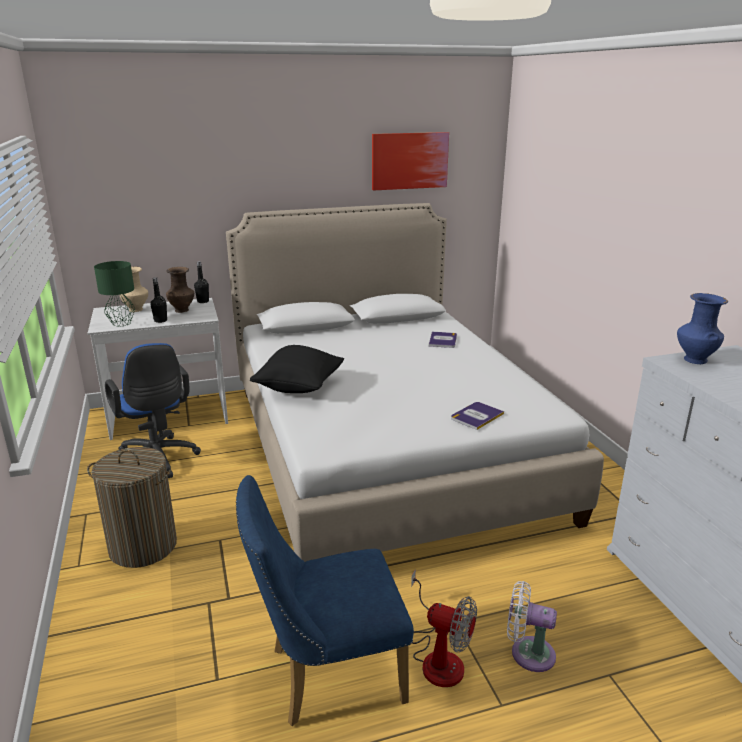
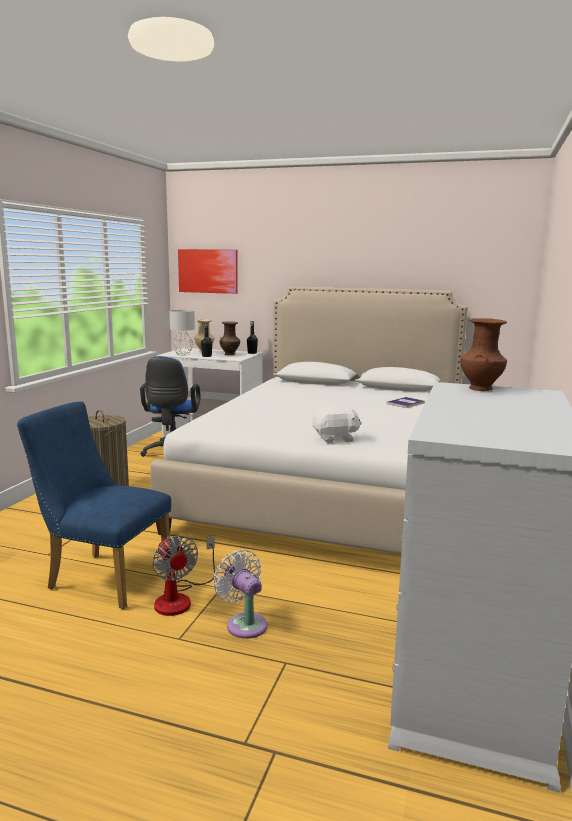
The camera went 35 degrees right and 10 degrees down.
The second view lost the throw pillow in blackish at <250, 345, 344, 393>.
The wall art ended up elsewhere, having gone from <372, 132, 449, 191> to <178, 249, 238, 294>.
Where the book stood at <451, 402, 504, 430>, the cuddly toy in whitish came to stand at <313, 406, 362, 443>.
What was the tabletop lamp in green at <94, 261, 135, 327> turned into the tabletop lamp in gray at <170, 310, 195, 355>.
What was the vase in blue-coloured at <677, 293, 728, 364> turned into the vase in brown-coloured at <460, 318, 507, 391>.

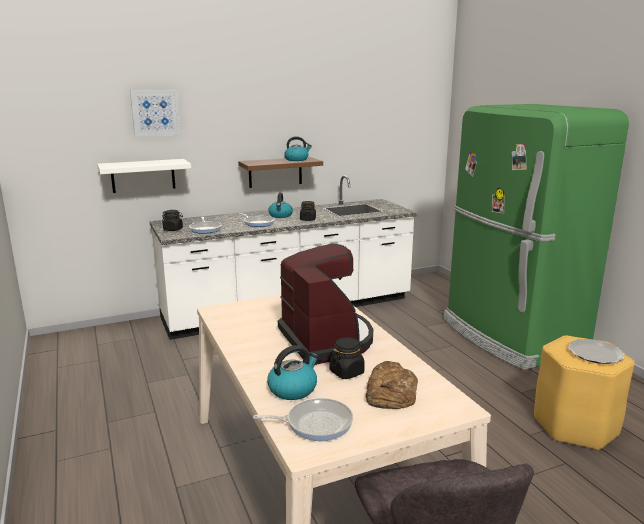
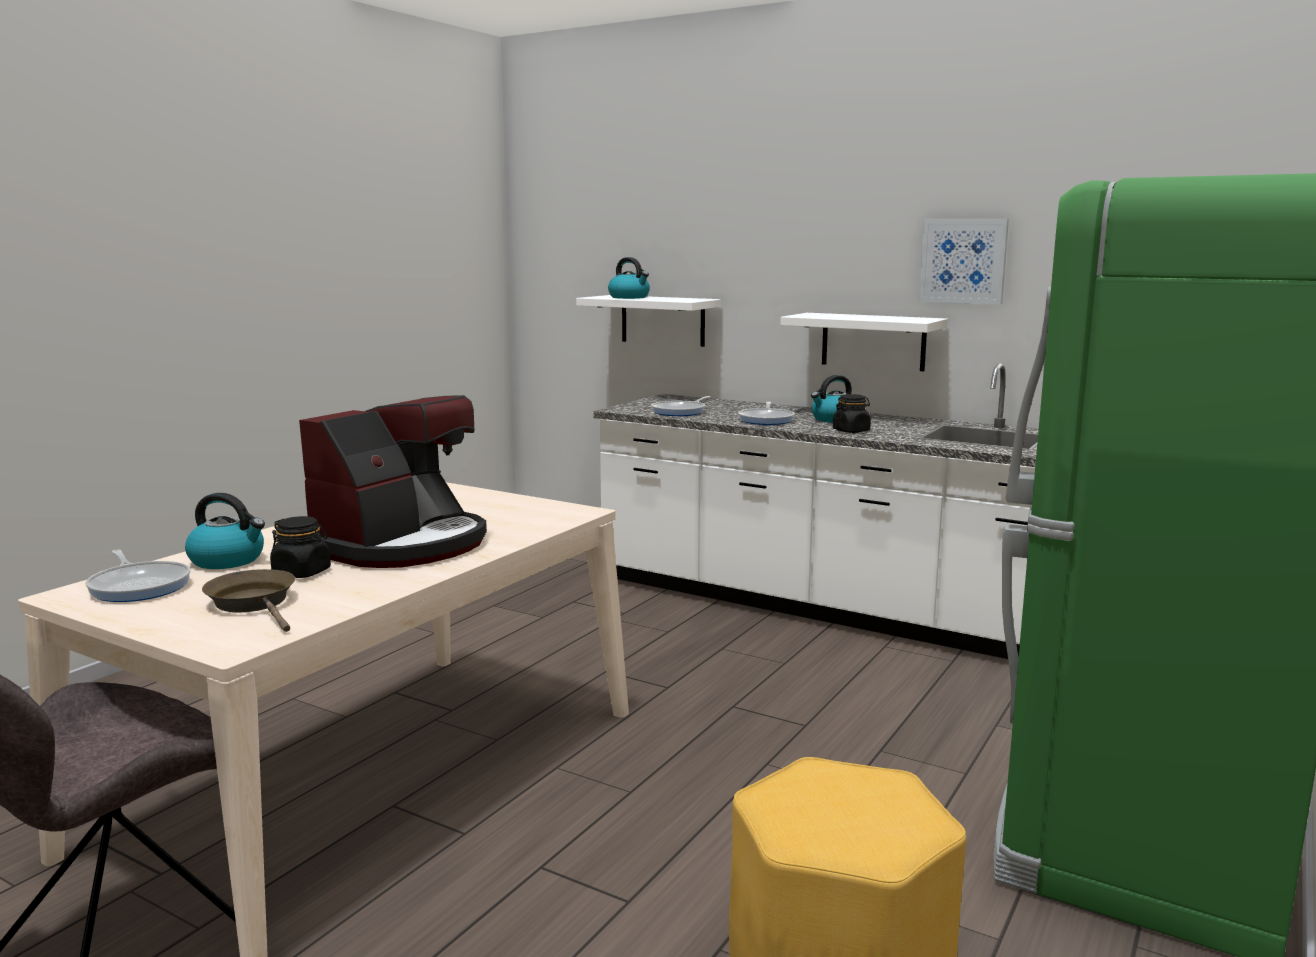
The camera went 55 degrees right and 5 degrees down.
The second view lost the storage jar in blackish at <162, 210, 183, 231>.
The second view lost the flat dish at <568, 339, 625, 364>.
The wall art ended up elsewhere, having gone from <130, 89, 180, 137> to <919, 219, 1009, 304>.
The water kettle ended up elsewhere, having gone from <284, 136, 312, 161> to <608, 257, 650, 299>.
Where the bread stood at <366, 361, 418, 409>, the skillet in brown-coloured came to stand at <202, 569, 295, 632>.
What was the wall shelf in brown-coloured at <238, 157, 323, 188> turned into the wall shelf in whitish at <780, 313, 948, 371>.

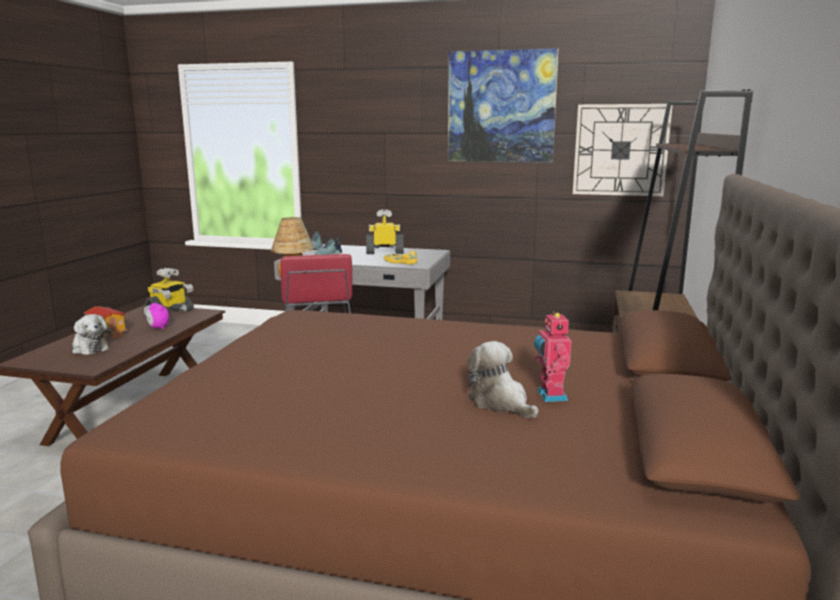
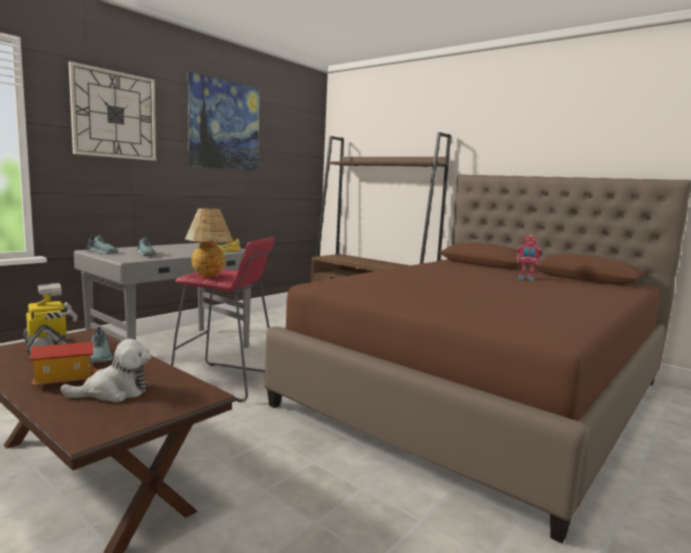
The camera went 65 degrees left and 5 degrees down.
The second view lost the toy robot at <366, 209, 404, 254>.
The second view lost the cuddly toy at <467, 341, 538, 418>.
The hanging clock ended up elsewhere, having gone from <573, 104, 673, 196> to <69, 61, 156, 161>.
Where the table clock stood at <146, 303, 169, 329>, the shoe came to stand at <91, 327, 113, 363>.

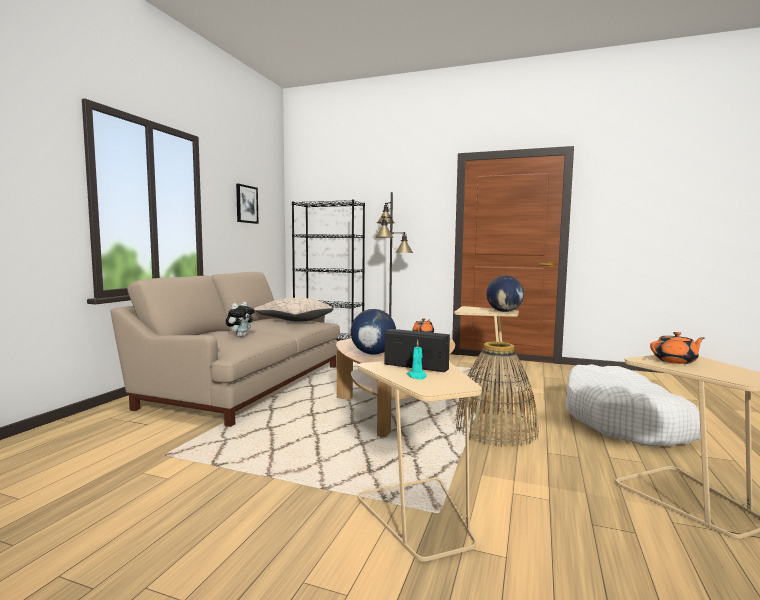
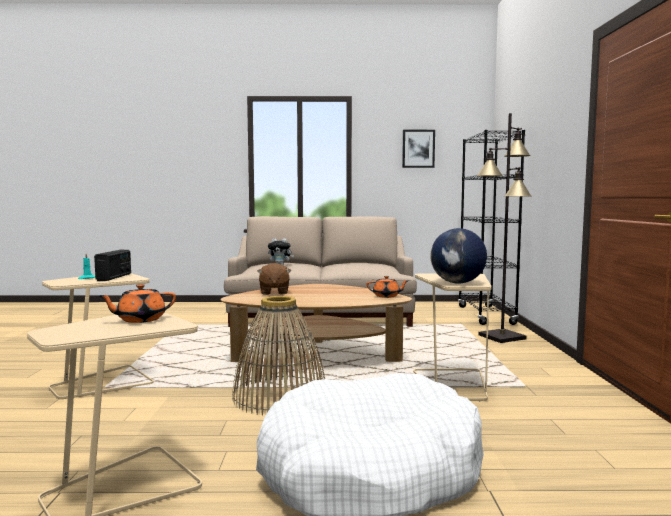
The camera went 70 degrees right and 0 degrees up.
The second view lost the throw pillow in beige-coloured at <254, 298, 334, 322>.
Where the globe stood at <351, 309, 396, 355>, the cuddly toy in brown-coloured came to stand at <257, 263, 291, 295>.
The pot for tea in orangey at <650, 332, 704, 364> ended up facing another way, 90 degrees clockwise from before.

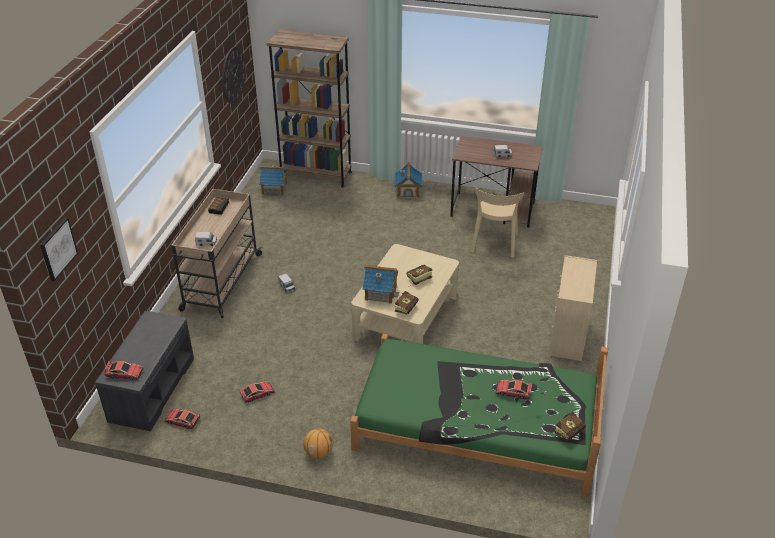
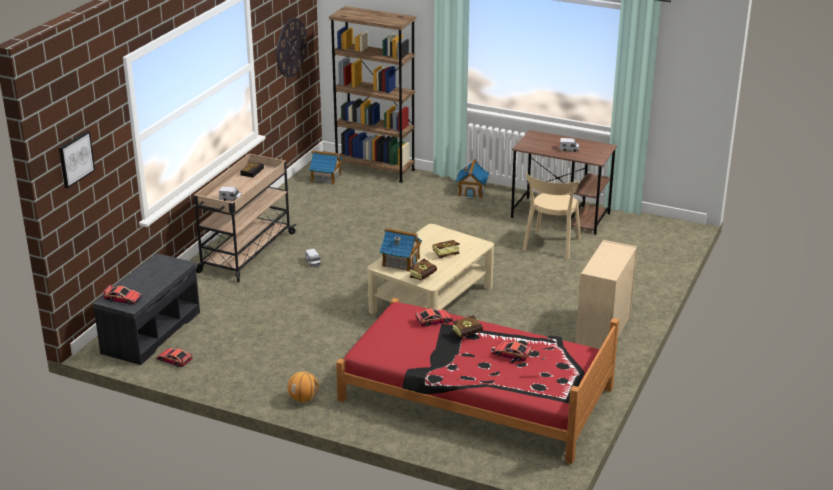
The camera went 10 degrees right and 10 degrees down.
The toy car ended up elsewhere, having gone from <239, 381, 275, 403> to <416, 308, 453, 327>.
The book ended up elsewhere, having gone from <555, 412, 586, 441> to <452, 315, 483, 338>.
What was the bedroom bed in green at <350, 334, 608, 497> turned into the bedroom bed in red at <336, 298, 619, 464>.

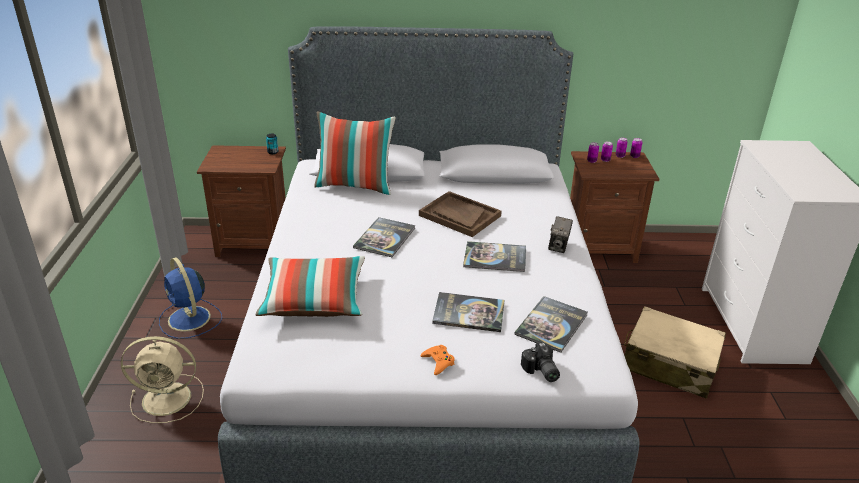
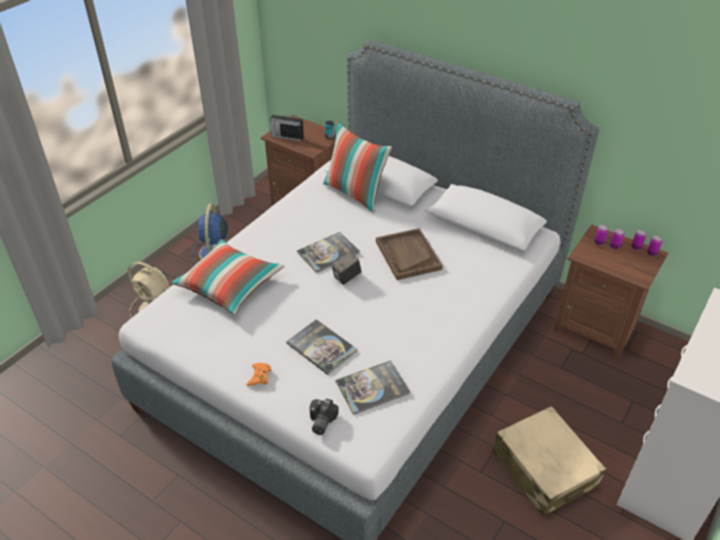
The camera went 35 degrees right and 10 degrees up.
The second view lost the book at <463, 241, 526, 272>.
The second view gained the radio receiver at <270, 115, 304, 141>.
The still camera ended up elsewhere, having gone from <548, 216, 573, 253> to <332, 251, 362, 285>.

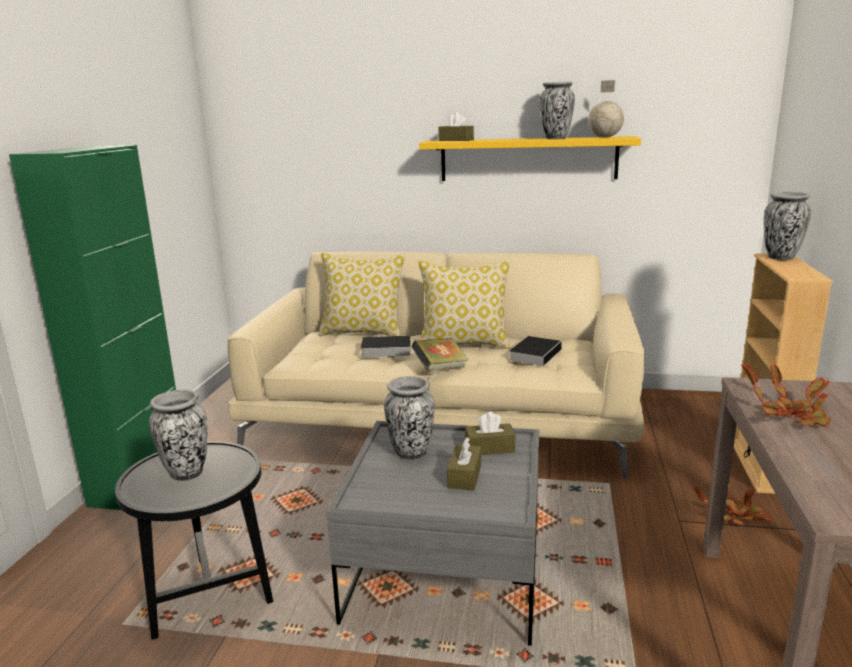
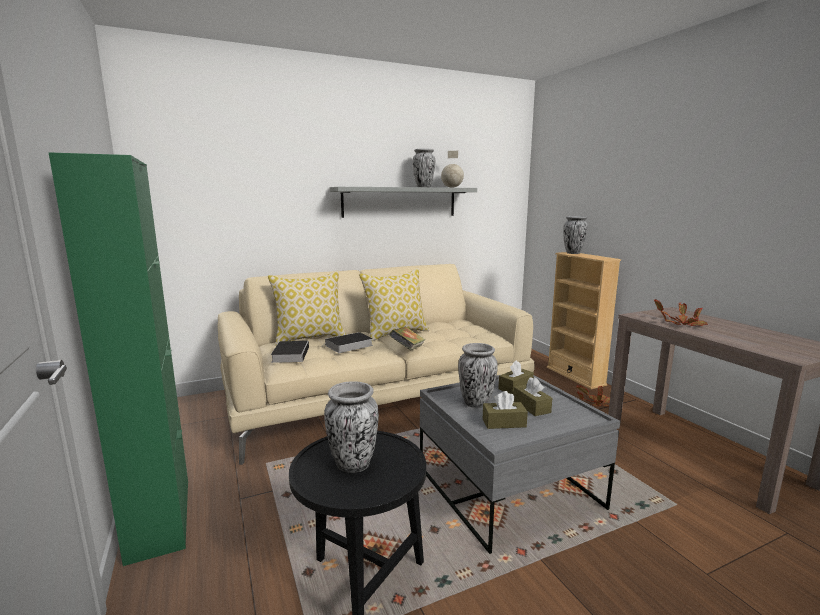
The camera went 35 degrees left and 5 degrees down.
The tissue box in brown-coloured ended up elsewhere, having gone from <438, 112, 474, 141> to <483, 391, 528, 429>.
The book ended up elsewhere, having gone from <509, 336, 562, 366> to <271, 341, 309, 363>.
What was the wall shelf in yellow-coloured at <419, 136, 641, 181> turned into the wall shelf in gray at <329, 187, 477, 218>.

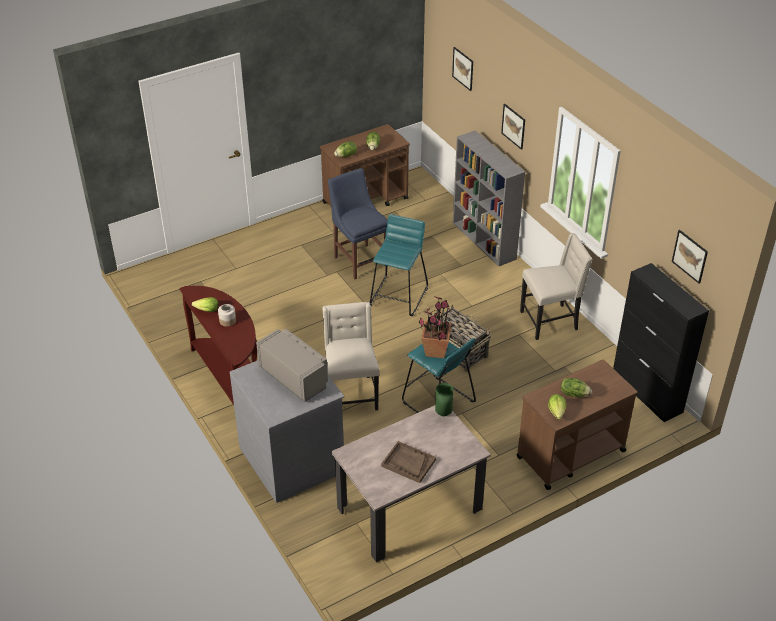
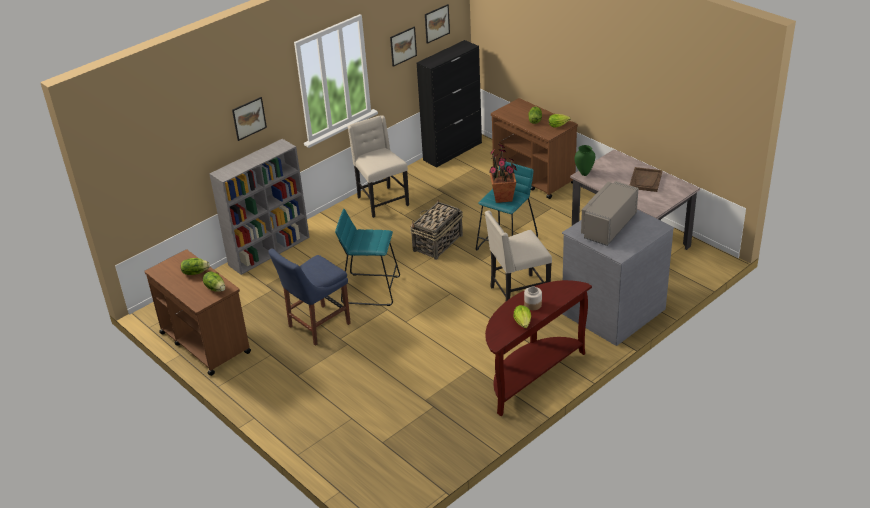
The camera went 100 degrees left and 5 degrees down.
The wall art ended up elsewhere, having gone from <452, 47, 473, 91> to <390, 27, 417, 67>.

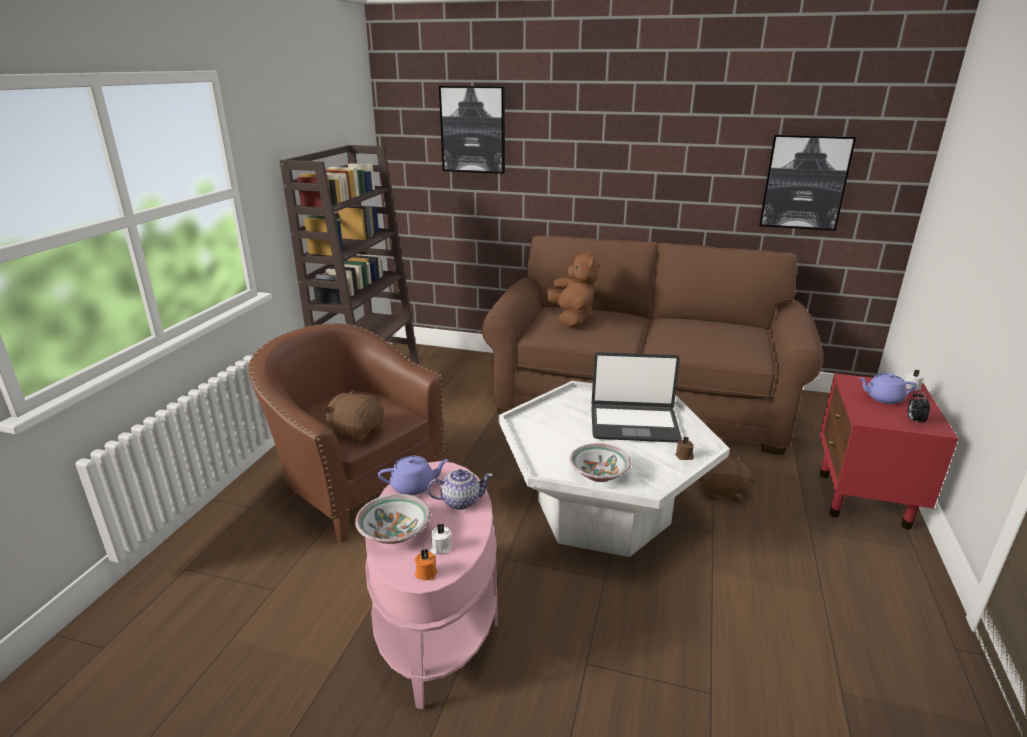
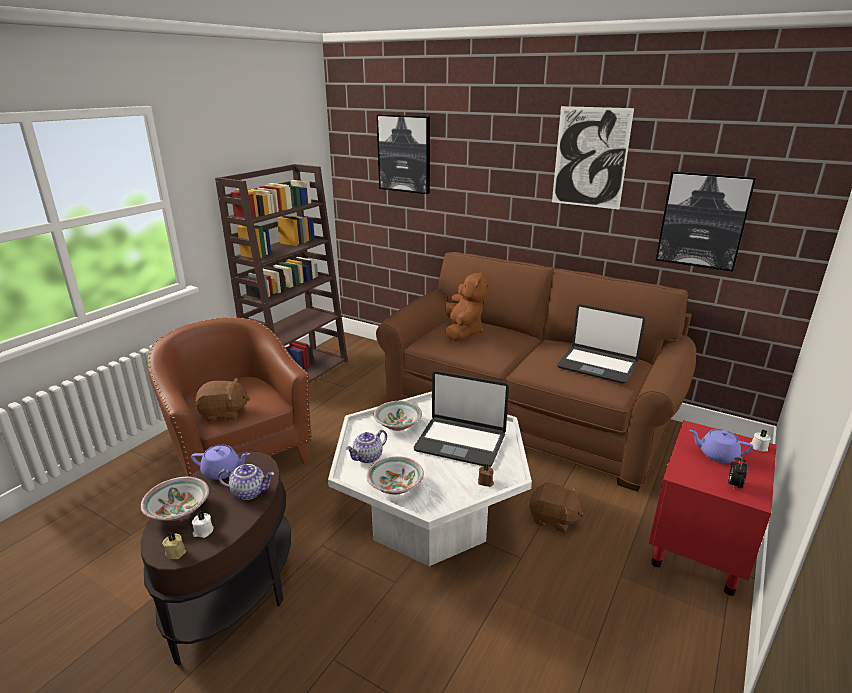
The camera went 15 degrees right and 0 degrees up.
The second view gained the pot for tea at <346, 430, 387, 463>.
The second view gained the serving bowl at <374, 401, 422, 431>.
The second view gained the wall art at <552, 106, 634, 209>.
The second view gained the portable computer at <557, 304, 645, 384>.
What was the side table in pink-coloured at <365, 461, 498, 709> turned into the side table in brown-coloured at <141, 452, 291, 666>.
What was the candle in orangey at <414, 549, 438, 580> turned into the candle in beige-coloured at <162, 532, 186, 559>.
The cuddly toy in brown-coloured at <324, 389, 384, 443> ended up facing another way, 135 degrees clockwise from before.

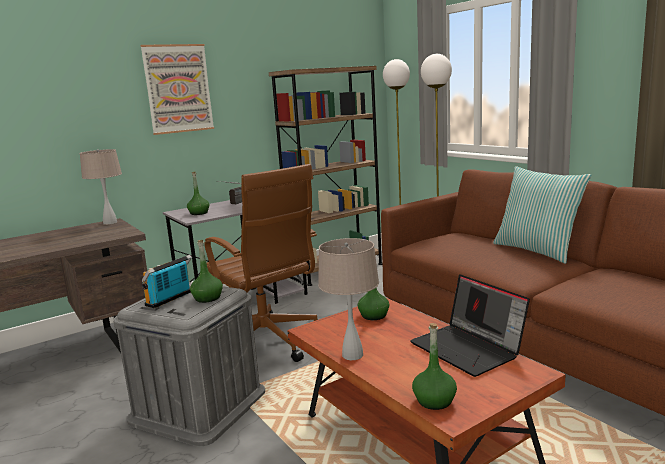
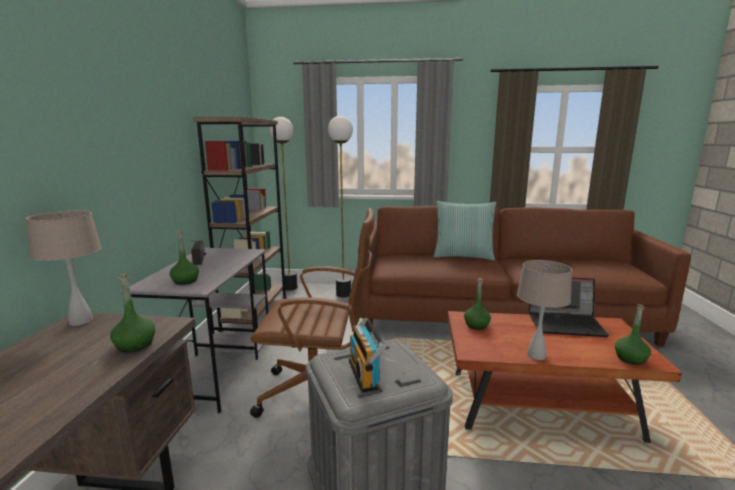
The camera went 50 degrees left and 0 degrees up.
The second view lost the wall art at <140, 44, 214, 135>.
The drink bottle in green ended up elsewhere, having gone from <190, 240, 223, 303> to <110, 274, 155, 352>.

